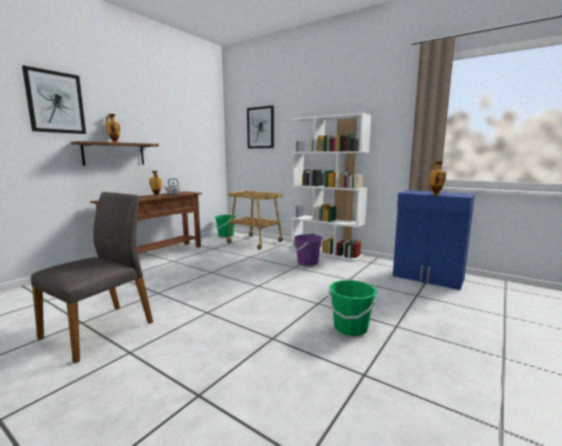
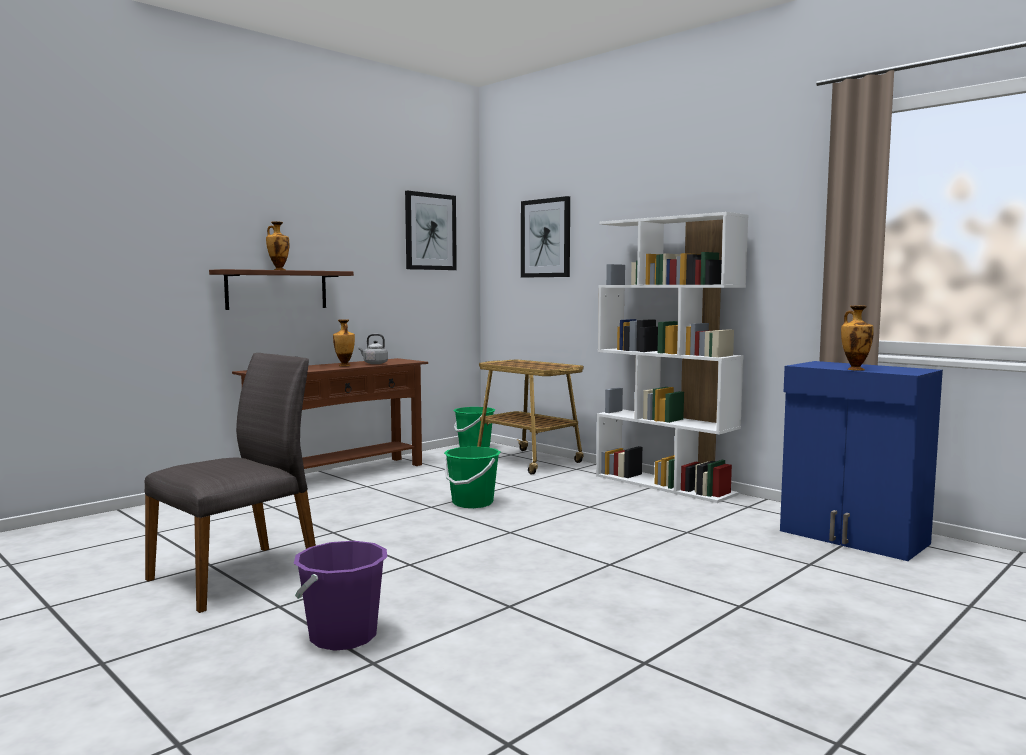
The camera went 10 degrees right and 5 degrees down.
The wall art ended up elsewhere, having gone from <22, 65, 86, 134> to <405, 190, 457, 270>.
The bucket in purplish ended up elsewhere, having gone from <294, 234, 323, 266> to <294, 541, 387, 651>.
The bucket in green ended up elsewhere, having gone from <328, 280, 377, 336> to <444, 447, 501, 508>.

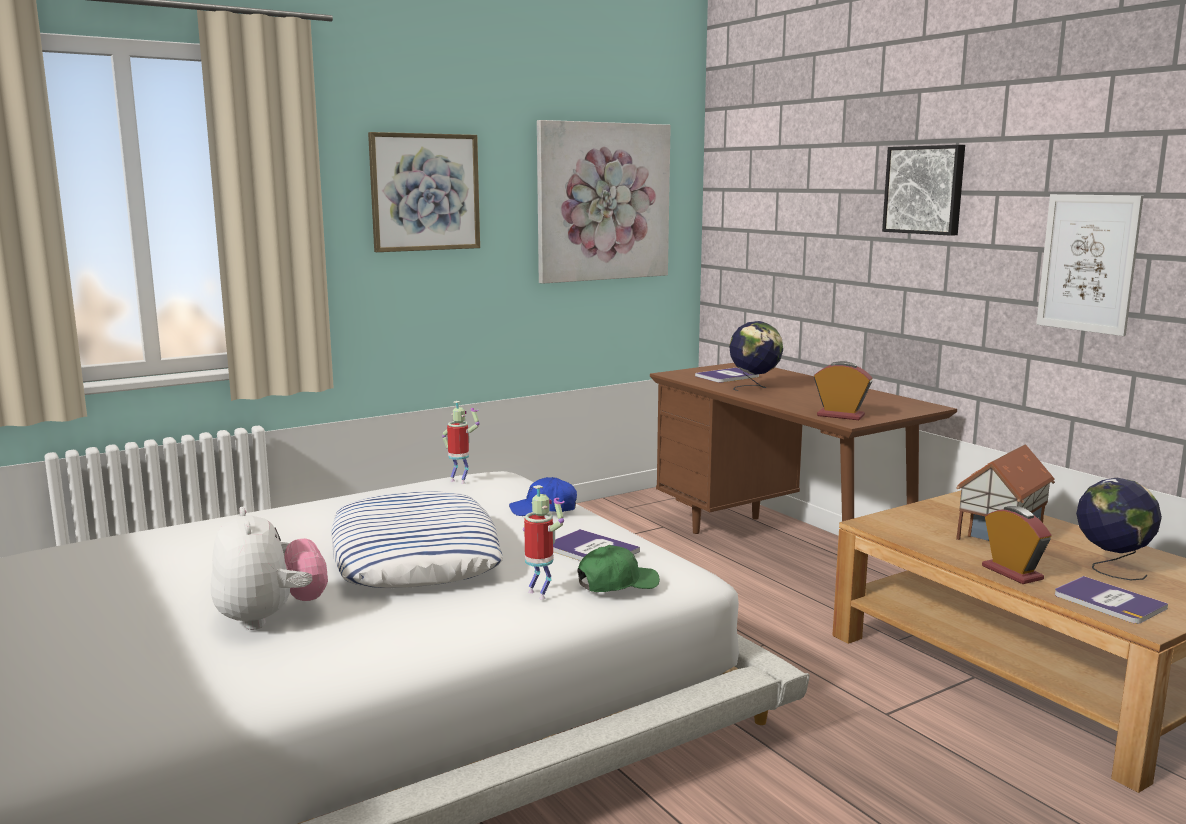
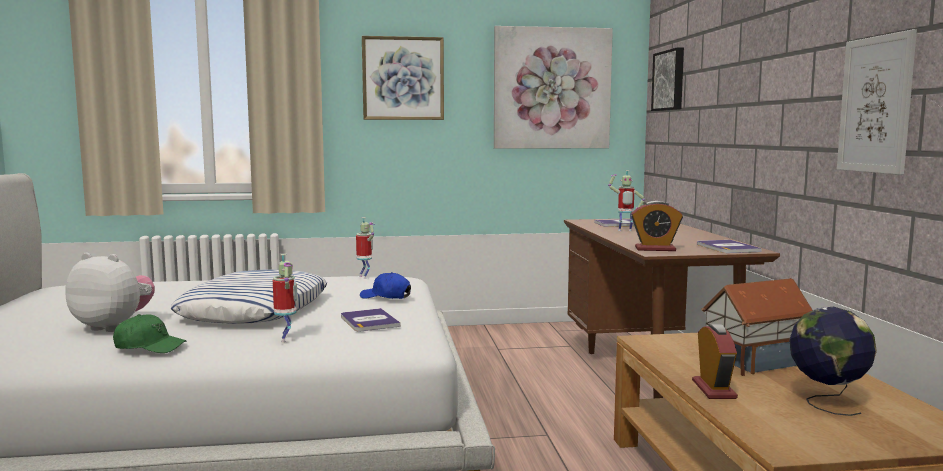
The camera went 25 degrees right and 5 degrees down.
The cap in green ended up elsewhere, having gone from <577, 545, 660, 592> to <113, 314, 186, 353>.
The wall art ended up elsewhere, having gone from <882, 145, 965, 236> to <651, 47, 684, 111>.
The book ended up elsewhere, having gone from <1055, 576, 1168, 624> to <697, 240, 762, 253>.
Where the globe stood at <729, 321, 783, 391>, the toy robot came to stand at <608, 170, 645, 231>.
The cuddly toy at <211, 507, 328, 630> ended up facing another way, 75 degrees counterclockwise from before.
The table clock at <814, 361, 873, 420> ended up facing another way, 135 degrees clockwise from before.

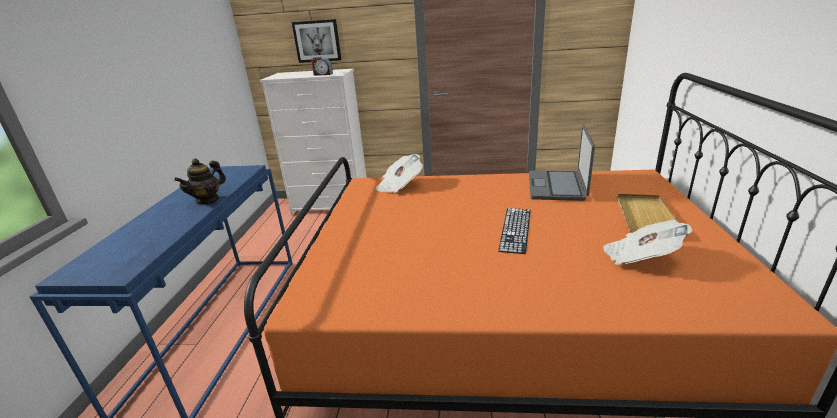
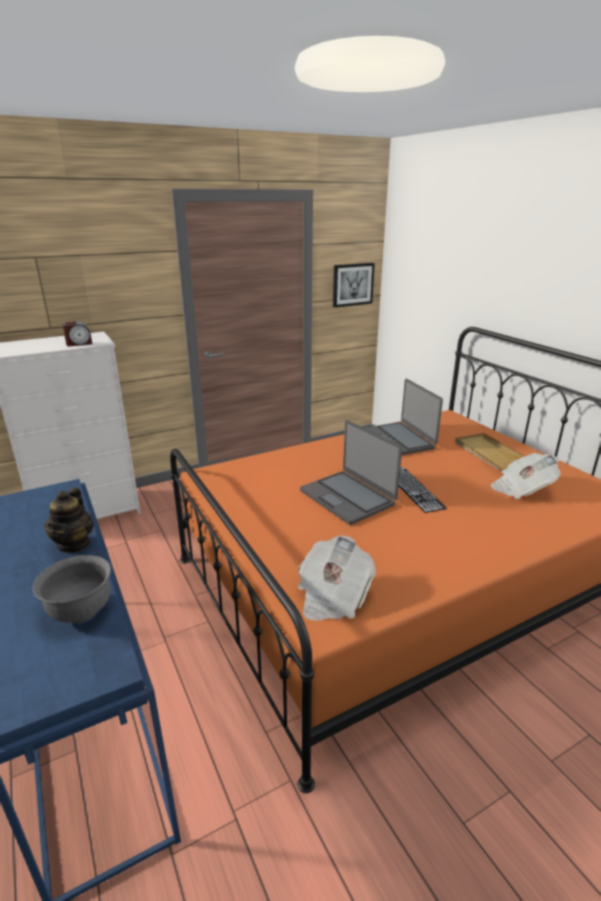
The camera went 35 degrees left and 0 degrees up.
The second view gained the serving bowl in gray at <33, 555, 111, 623>.
The second view gained the portable computer at <300, 420, 402, 525>.
The wall art ended up elsewhere, having gone from <292, 19, 341, 63> to <333, 263, 375, 308>.
The newspaper ended up elsewhere, having gone from <376, 154, 423, 193> to <298, 535, 376, 620>.

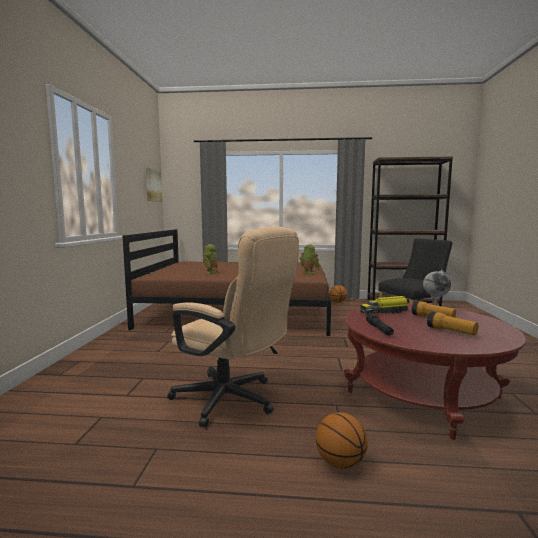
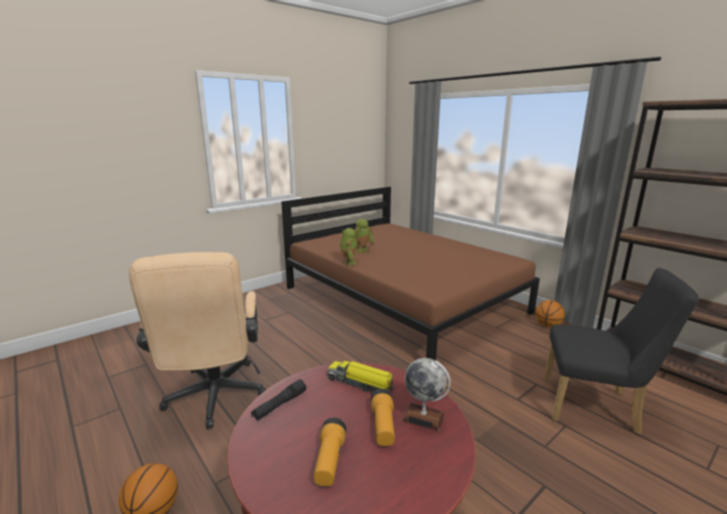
The camera went 45 degrees right and 10 degrees up.
The second view lost the wall art at <146, 168, 162, 202>.
The toy robot ended up elsewhere, having gone from <300, 244, 320, 274> to <340, 228, 359, 265>.

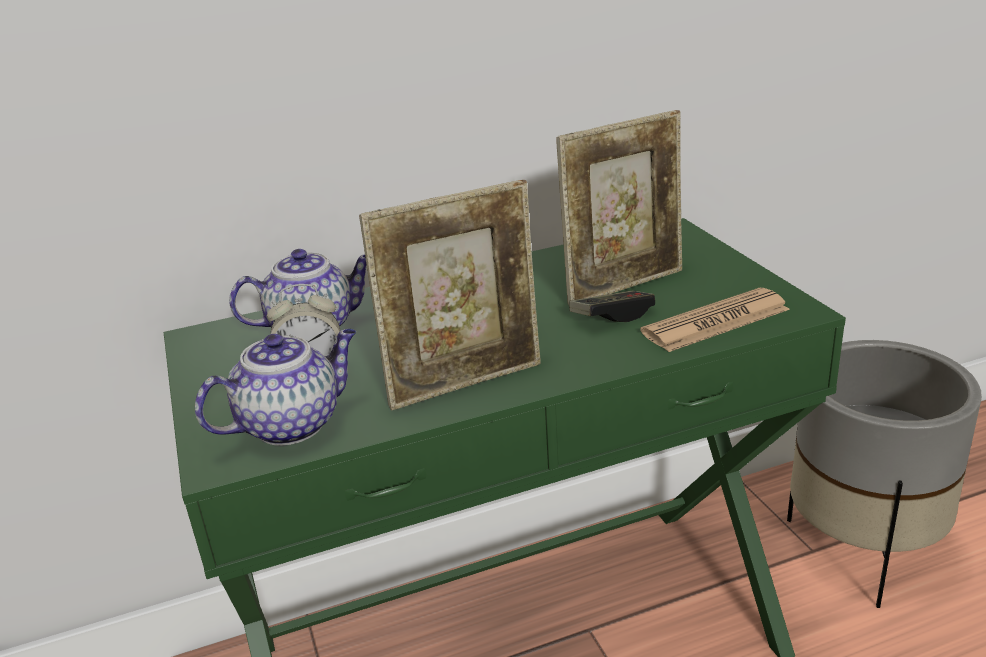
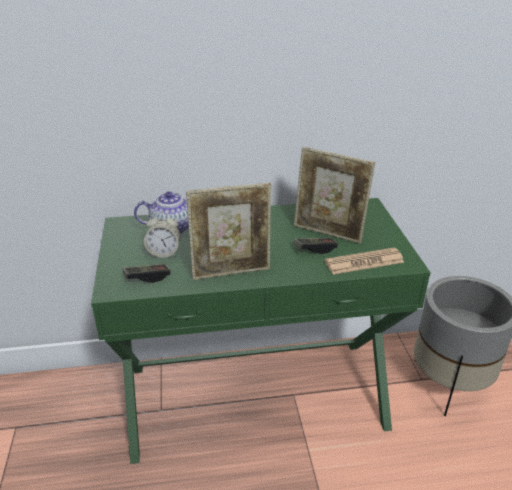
The camera went 10 degrees right and 5 degrees up.
Where the pot for tea stood at <195, 329, 356, 446>, the game controller came to stand at <123, 263, 171, 283>.
The picture frame at <556, 110, 682, 305> ended up facing another way, 45 degrees clockwise from before.

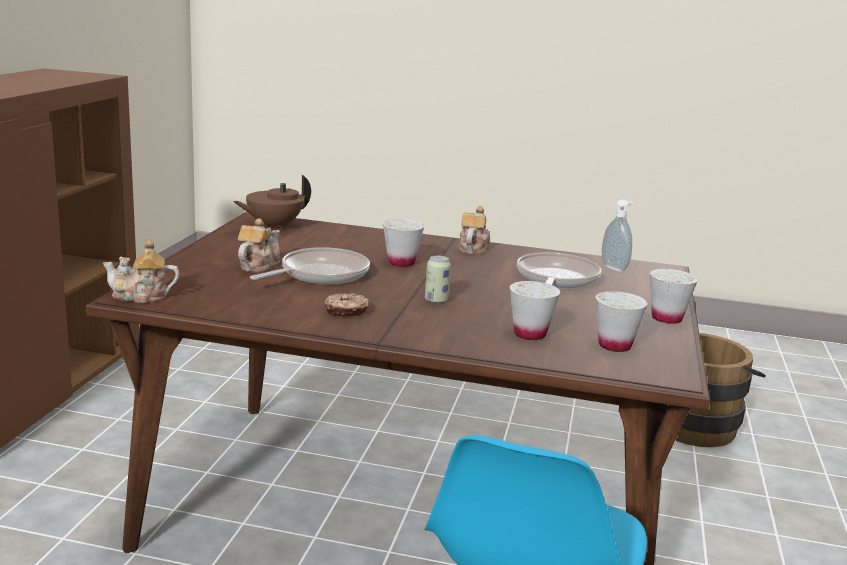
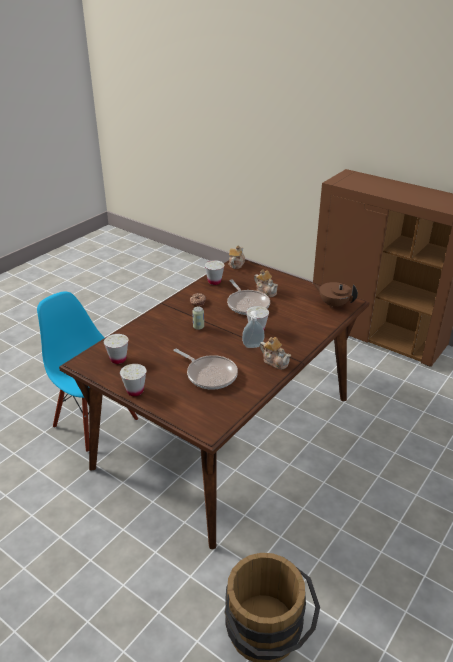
The camera went 115 degrees right and 15 degrees up.
The cup in whitish ended up elsewhere, having gone from <510, 281, 560, 340> to <204, 260, 224, 285>.
The soap dispenser ended up elsewhere, having gone from <602, 200, 633, 272> to <242, 311, 265, 348>.
The pot for tea in brown-coloured at <233, 175, 311, 230> ended up facing another way, 45 degrees counterclockwise from before.

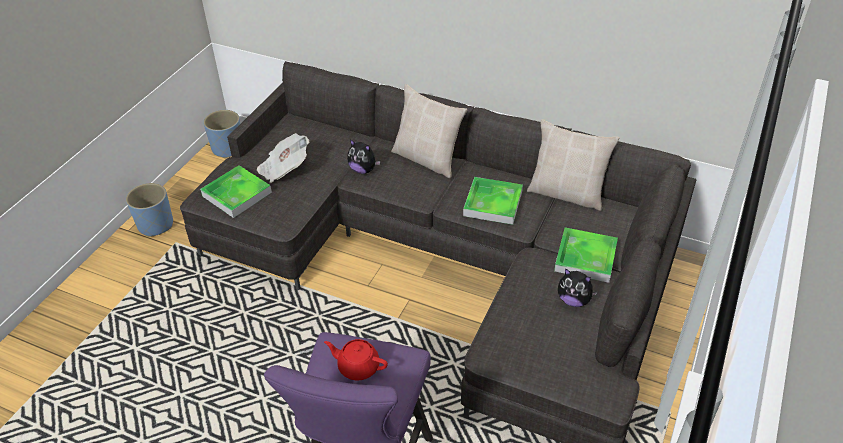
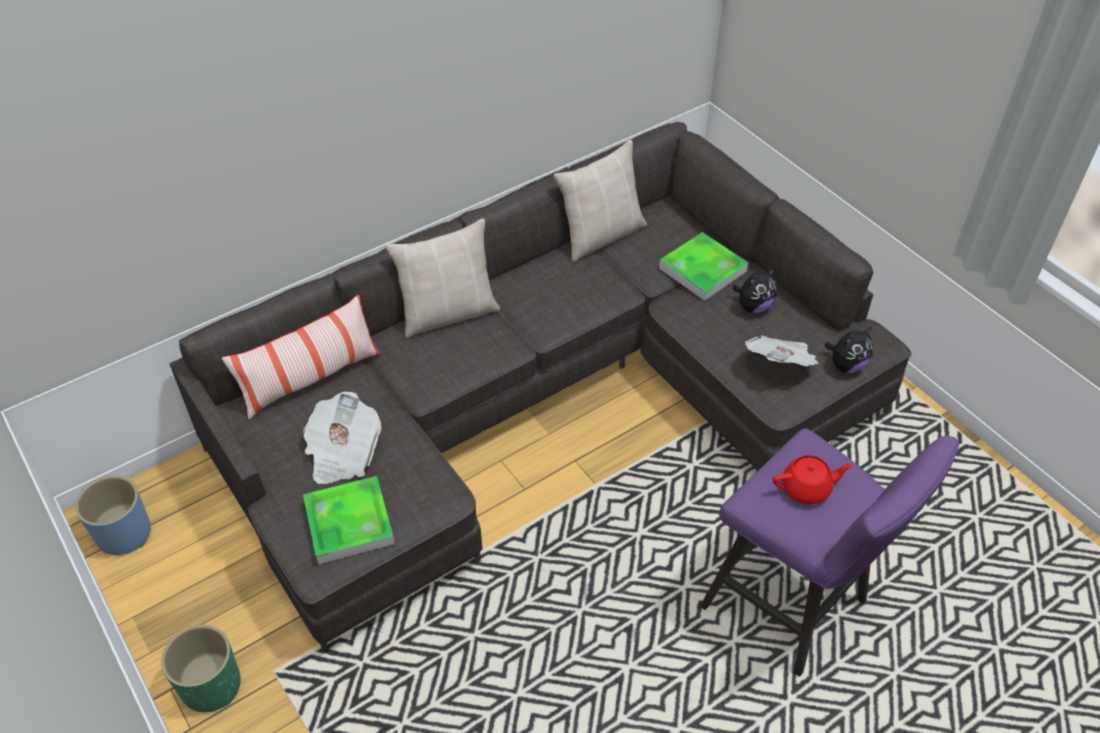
The camera went 60 degrees left and 5 degrees up.
The second view lost the tray at <463, 177, 523, 225>.
The second view gained the throw pillow at <222, 295, 380, 419>.
The second view gained the newspaper at <745, 335, 819, 366>.
The cuddly toy ended up elsewhere, having gone from <347, 139, 381, 174> to <825, 327, 873, 373>.
What was the flower pot in blue-coloured at <126, 183, 173, 237> turned into the flower pot in green at <161, 625, 241, 712>.
The pot for tea in red at <324, 339, 388, 381> ended up facing another way, 150 degrees counterclockwise from before.

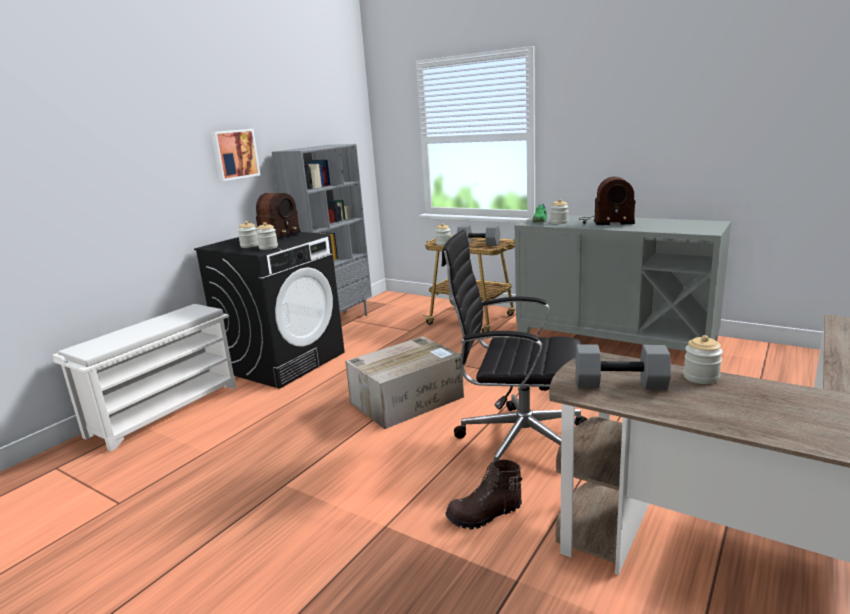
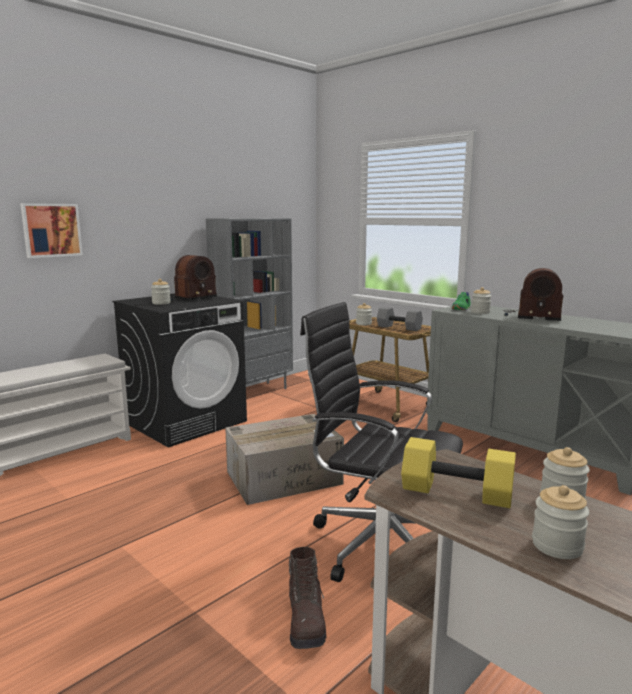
The camera went 10 degrees right and 5 degrees down.
The wall art ended up elsewhere, having gone from <211, 129, 260, 181> to <20, 203, 83, 258>.
The storage jar ended up elsewhere, having gone from <256, 222, 278, 250> to <532, 485, 589, 559>.
What was the dumbbell in gray at <576, 344, 671, 390> turned into the dumbbell in yellow-coloured at <401, 437, 516, 508>.
The tall boot in brown-coloured at <445, 459, 522, 529> ended up facing another way, 90 degrees counterclockwise from before.

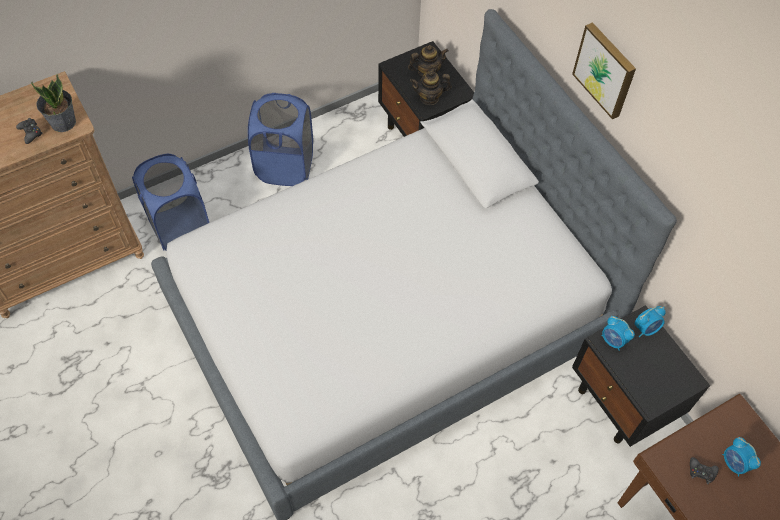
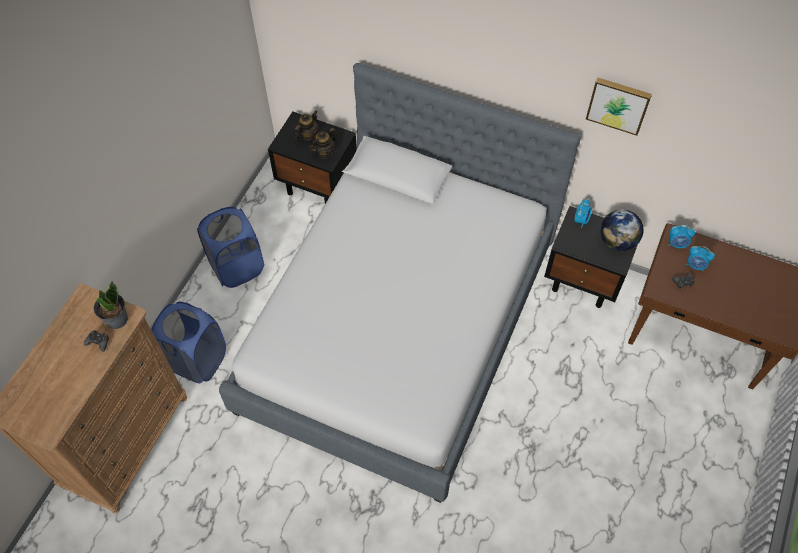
The camera went 35 degrees left and 0 degrees up.
The second view gained the globe at <600, 209, 644, 251>.
The wall art ended up elsewhere, having gone from <572, 22, 636, 119> to <586, 78, 652, 136>.
The table clock ended up elsewhere, having gone from <601, 316, 635, 351> to <668, 225, 695, 248>.

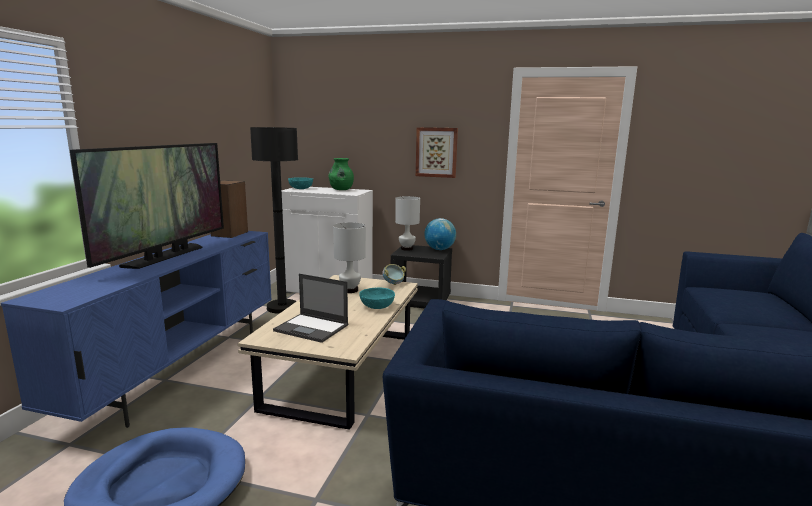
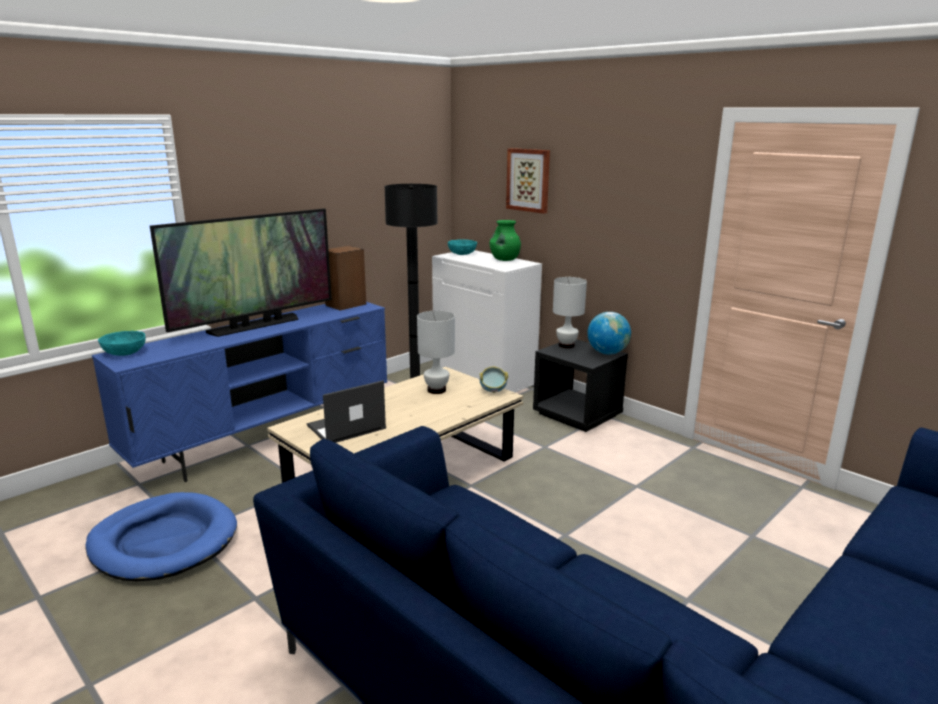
The camera went 30 degrees right and 5 degrees up.
The serving bowl in turquoise-coloured ended up elsewhere, having gone from <359, 287, 395, 309> to <98, 331, 146, 356>.
The wall art ended up elsewhere, having gone from <416, 127, 458, 178> to <506, 148, 550, 214>.
The portable computer at <273, 274, 348, 343> ended up facing another way, 90 degrees clockwise from before.

